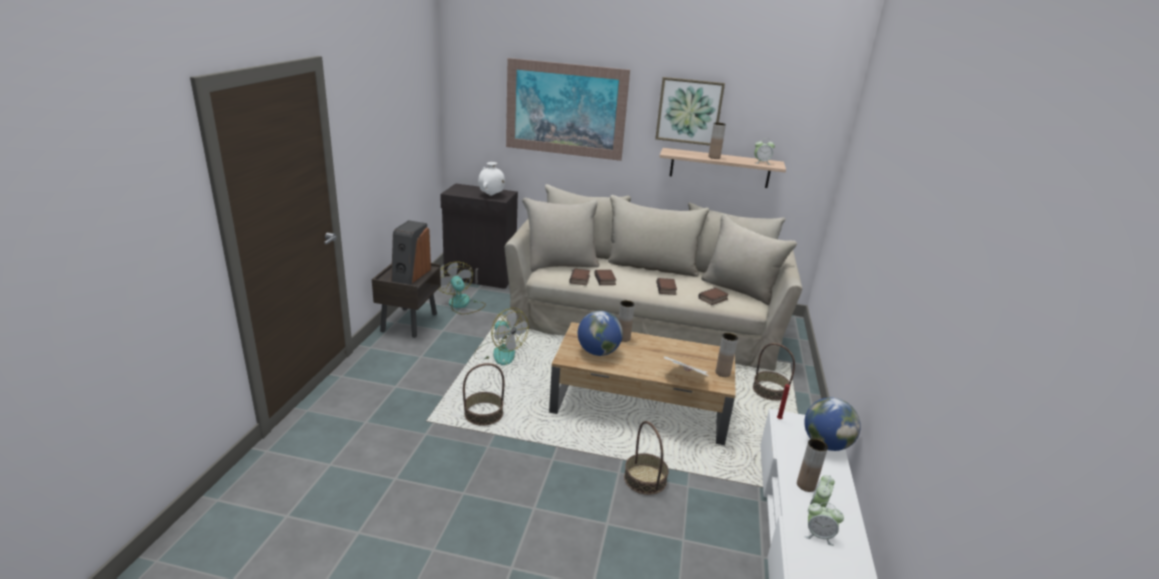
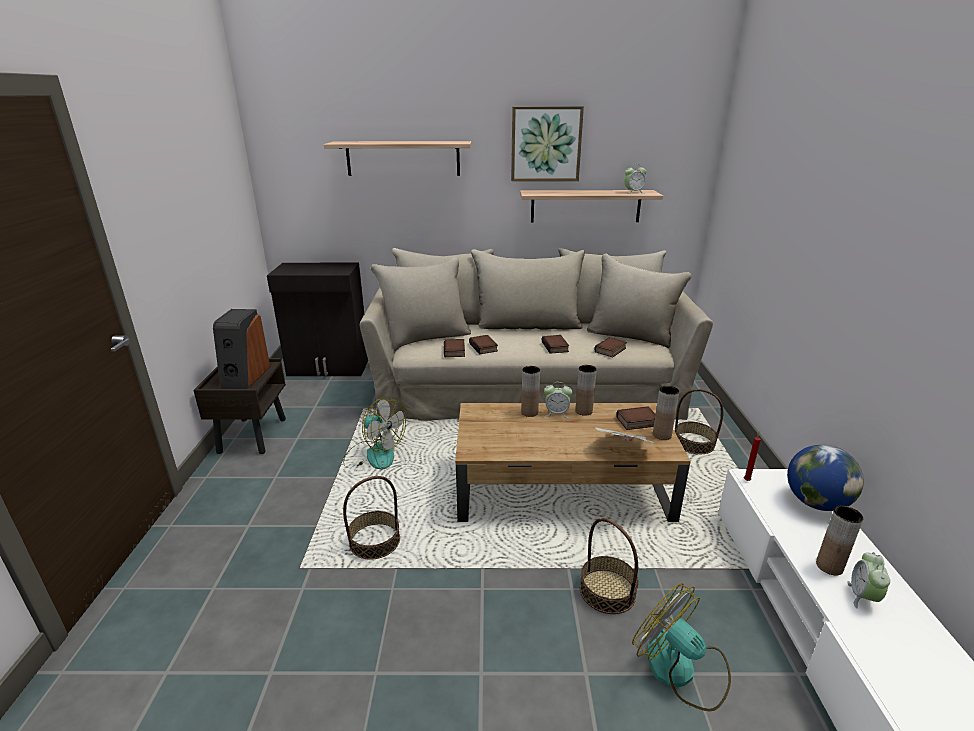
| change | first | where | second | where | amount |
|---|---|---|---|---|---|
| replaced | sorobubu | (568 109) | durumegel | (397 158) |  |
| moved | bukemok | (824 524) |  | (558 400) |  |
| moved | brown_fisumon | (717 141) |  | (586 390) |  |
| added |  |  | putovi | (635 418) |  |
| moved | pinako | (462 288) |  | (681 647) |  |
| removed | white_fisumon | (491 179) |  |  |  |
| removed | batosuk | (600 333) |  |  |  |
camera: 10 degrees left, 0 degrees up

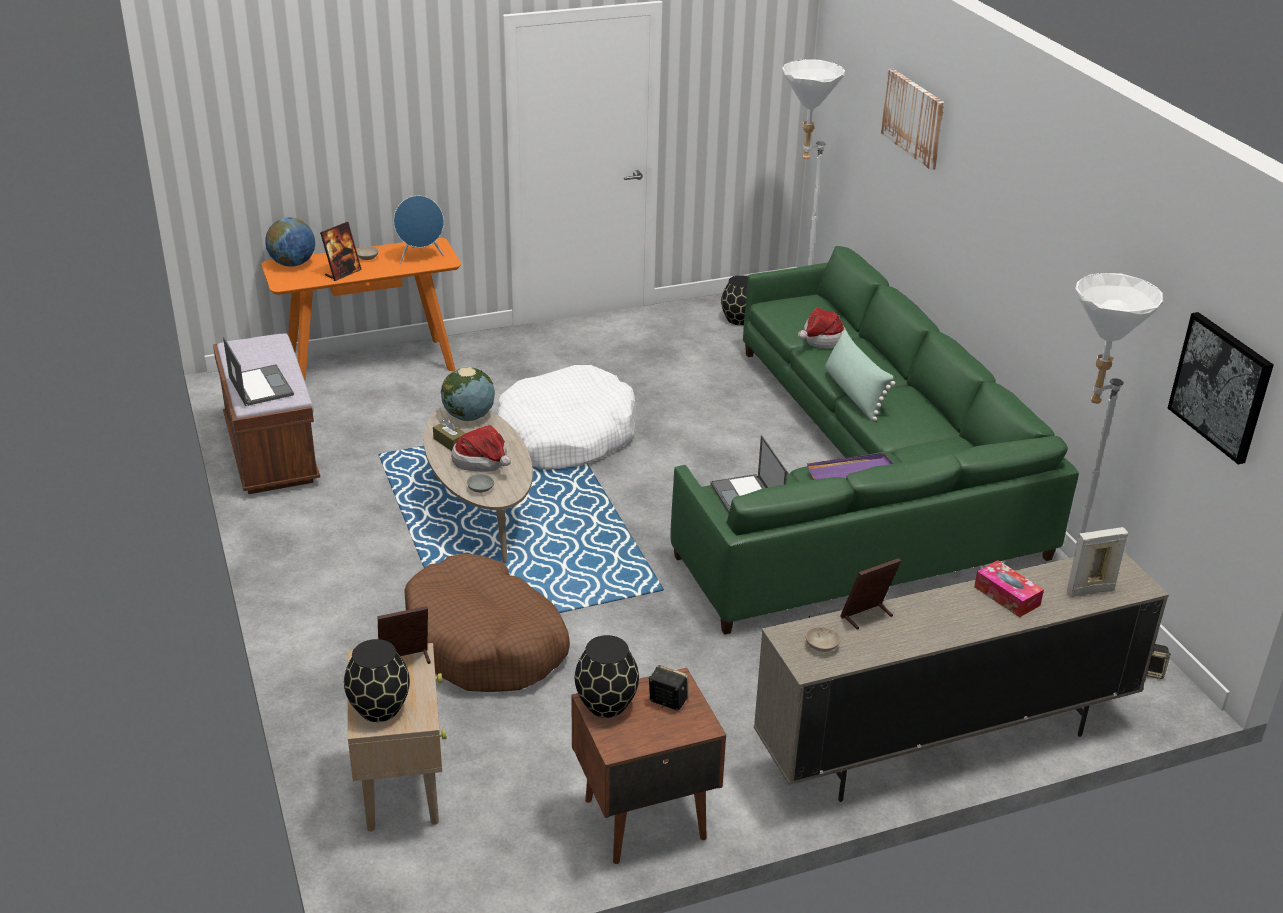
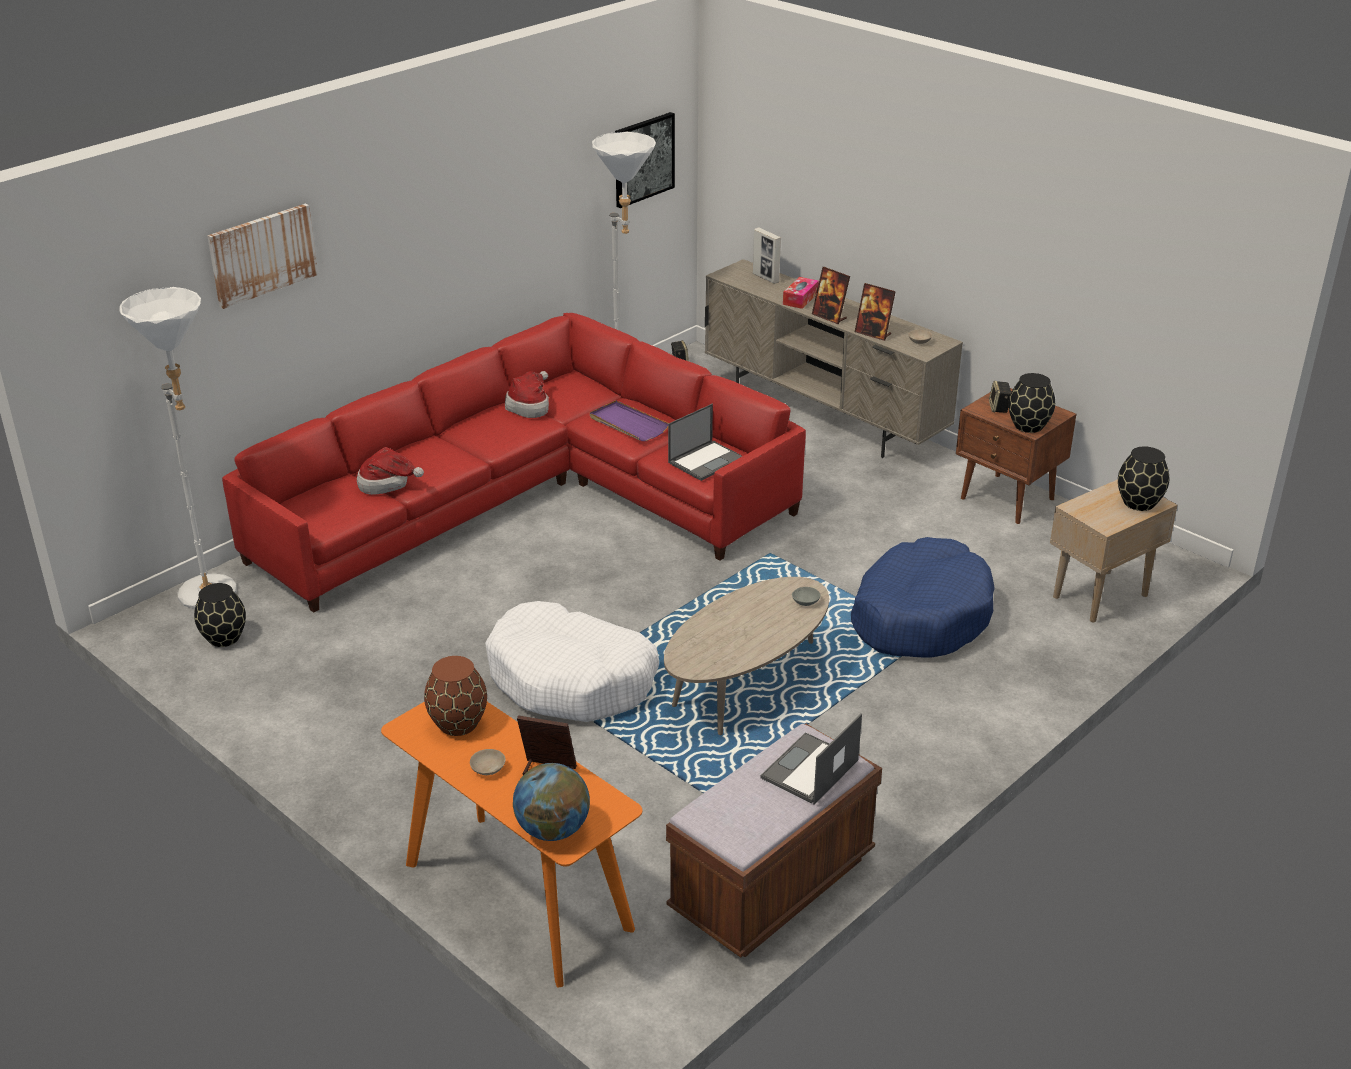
| change | first | where | second | where | amount |
|---|---|---|---|---|---|
| recoloured | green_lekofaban | (875 440) | red_lekofaban | (514 463) |  |
| replaced | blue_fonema | (419 230) | brown_fisumon | (455 696) |  |
| moved | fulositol | (481 448) |  | (527 394) |  |
| moved | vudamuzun | (404 635) |  | (831 295) |  |
| recoloured | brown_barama | (487 623) | blue_barama | (923 597) |  |
| removed | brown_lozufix | (449 435) |  |  |  |
| removed | batosuk | (468 394) |  |  |  |
| removed | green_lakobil | (860 375) |  |  |  |
camera: 115 degrees left, 0 degrees up

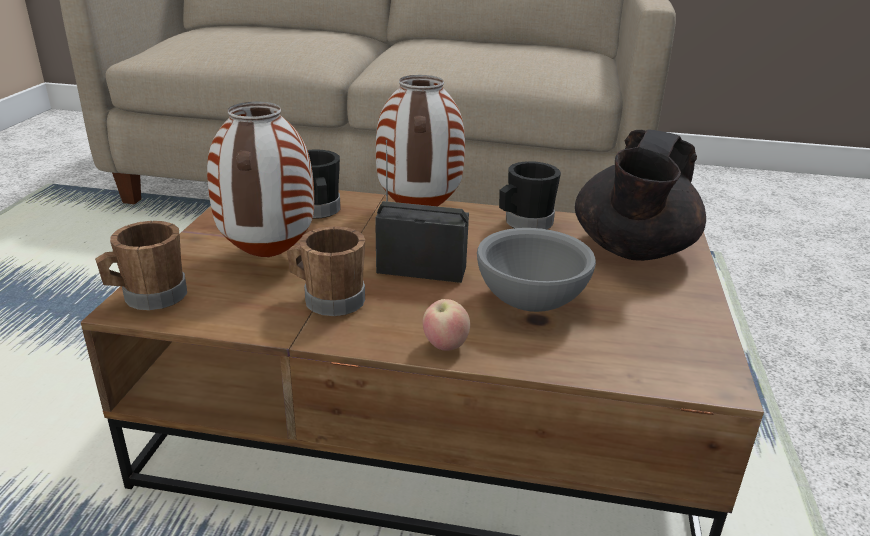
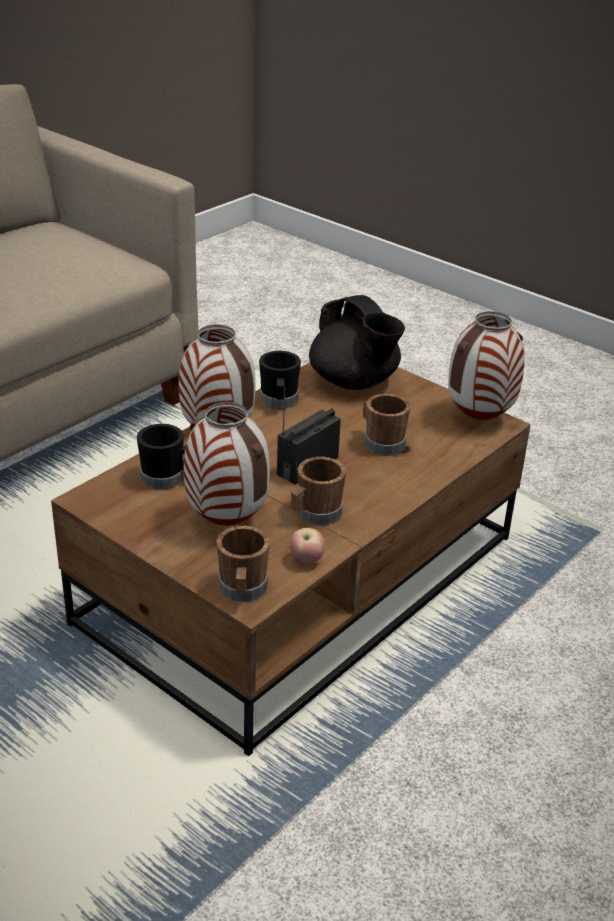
| change | first | where | second | where | amount |
|---|---|---|---|---|---|
| moved | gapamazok | (446 325) |  | (307 546) |  |
| replaced | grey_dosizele | (536 270) | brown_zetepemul | (387 425) |  |
| added |  |  | fisumon | (486 365) |  |
camera: 60 degrees left, 5 degrees up

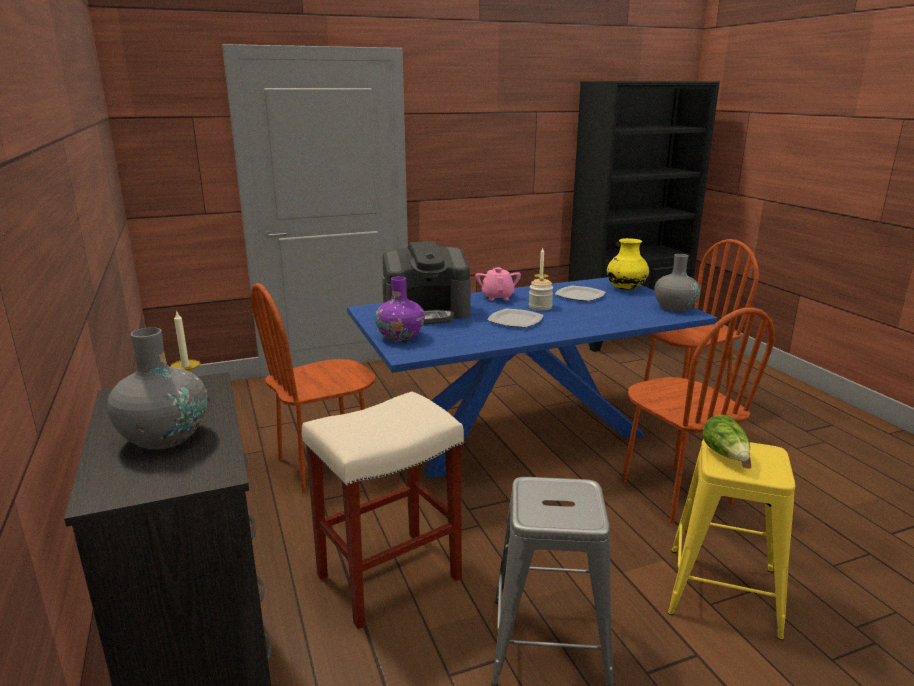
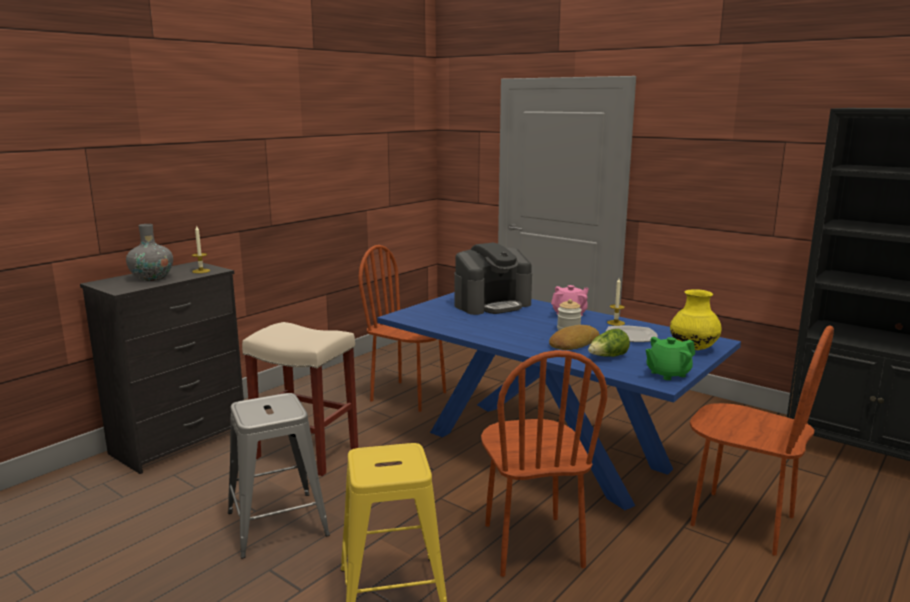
| change | first | where | second | where | amount |
|---|---|---|---|---|---|
| turned | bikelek | (426 282) |  | (493 279) | 75 degrees counterclockwise |
| turned | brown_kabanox | (698 415) |  | (544 463) | 45 degrees counterclockwise |
| added |  |  | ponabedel | (574 337) |  |
| moved | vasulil | (726 438) |  | (609 343) |  |
| replaced | grey_fisumon | (677 283) | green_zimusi | (670 358) |  |
| removed | purple_fisumon | (400 309) |  |  |  |
| removed | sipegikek | (515 318) |  |  |  |
camera: 60 degrees right, 5 degrees down

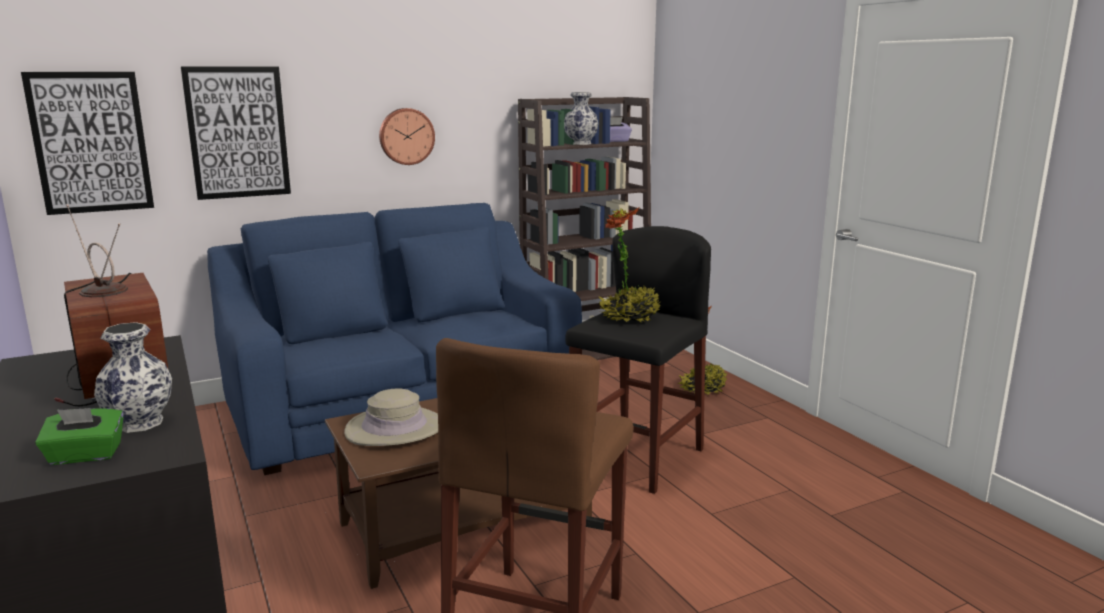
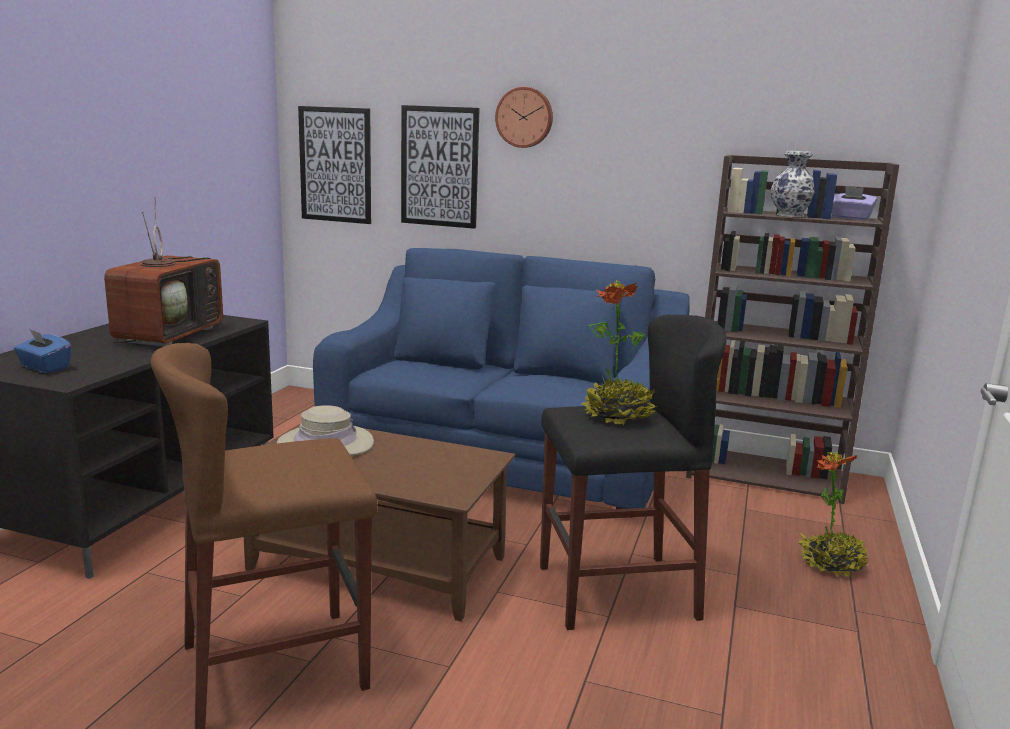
| change | first | where | second | where | amount |
|---|---|---|---|---|---|
| recoloured | green_lozufix | (79 436) | blue_lozufix | (42 351) |  |
| moved | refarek | (407 136) |  | (524 117) |  |
| removed | fisumon | (133 377) |  |  |  |
camera: 45 degrees right, 0 degrees up

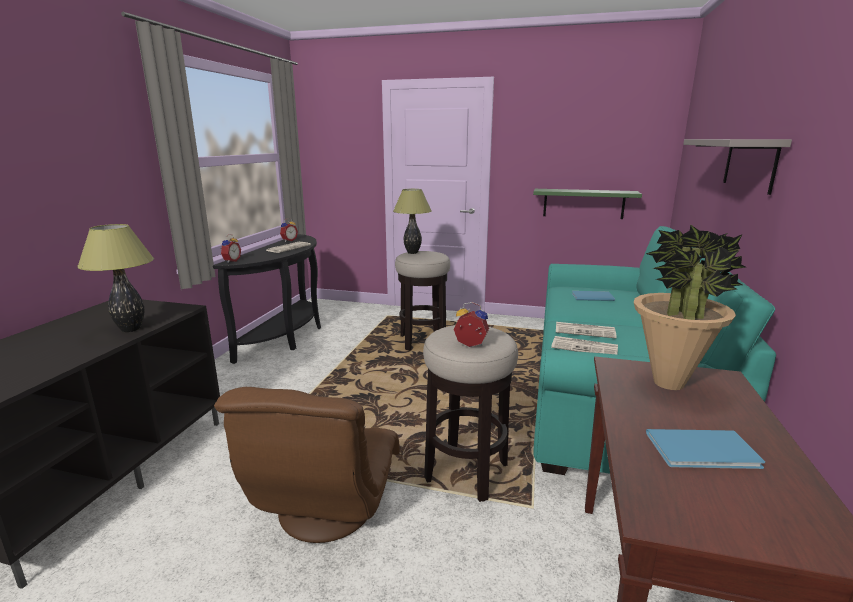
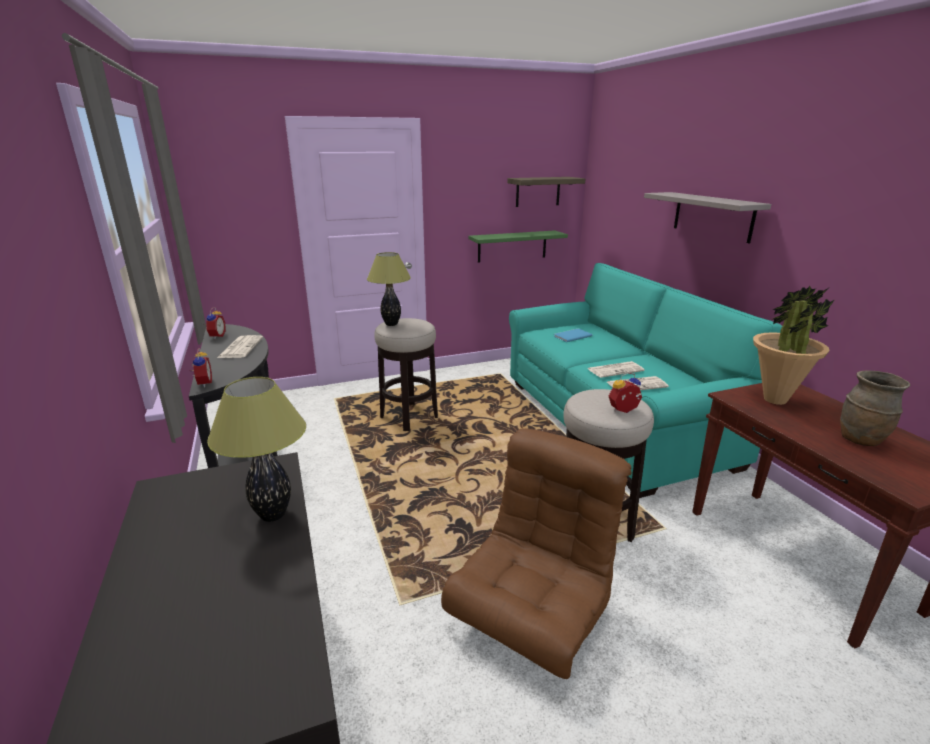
| change | first | where | second | where | amount |
|---|---|---|---|---|---|
| turned | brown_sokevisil | (307 465) |  | (536 553) | 120 degrees counterclockwise |
| added |  |  | durumegel | (546 192) |  |
| replaced | blue_putovi | (705 449) | brown_fisumon | (875 408) |  |
camera: 35 degrees left, 5 degrees up

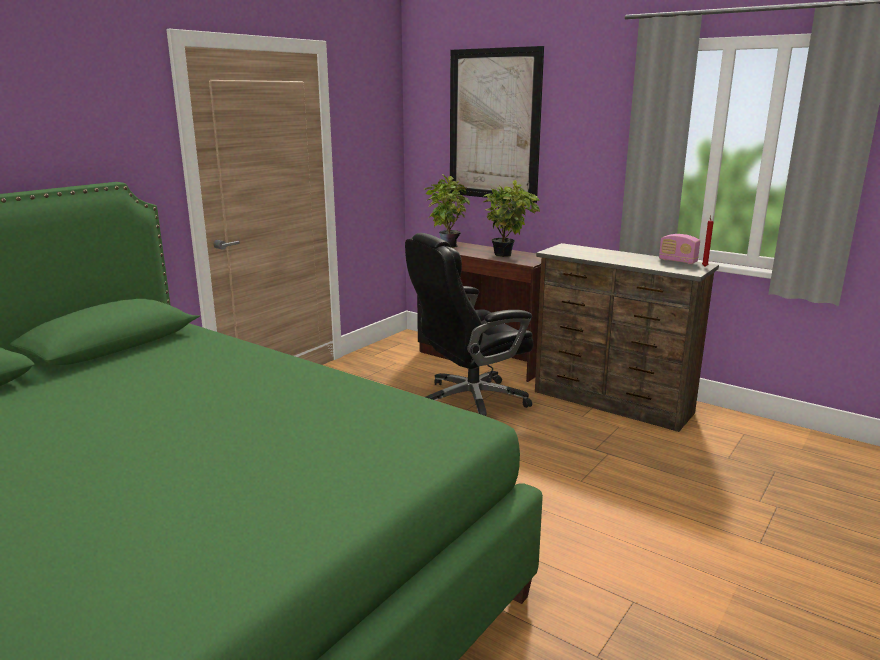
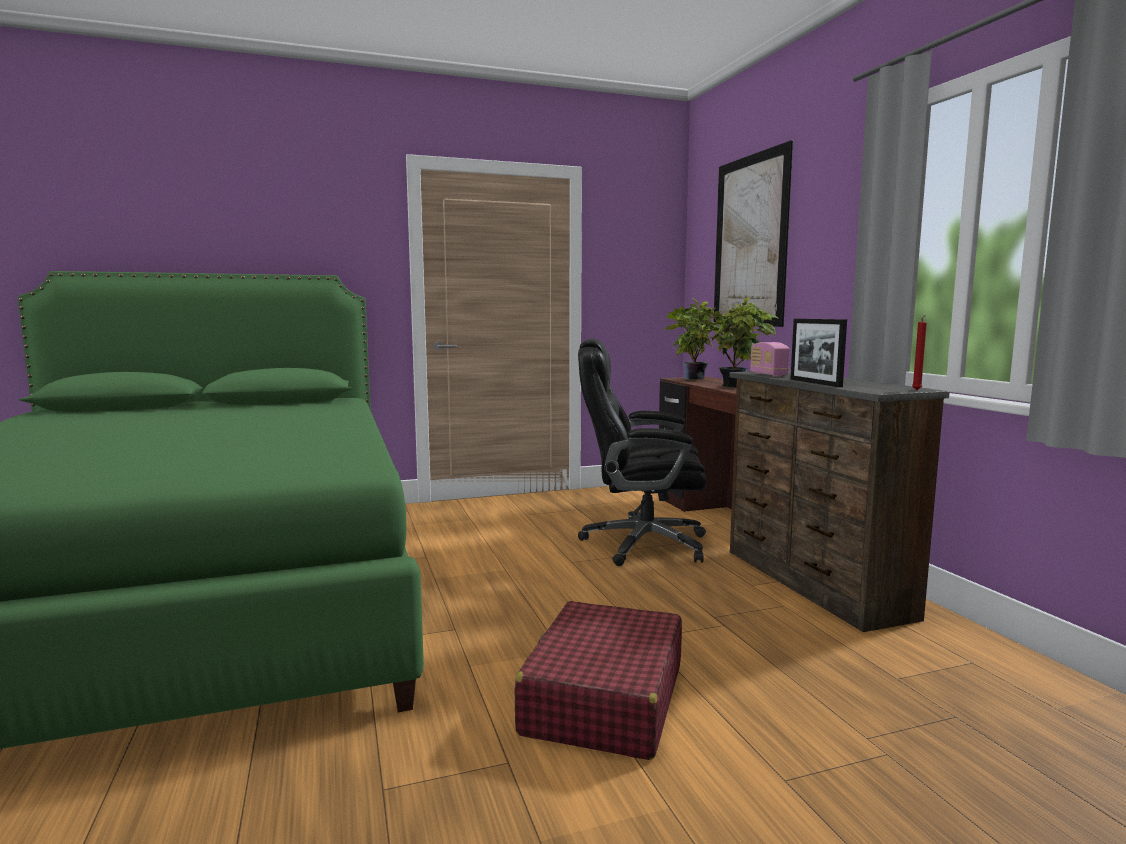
| change | first | where | second | where | amount |
|---|---|---|---|---|---|
| added |  |  | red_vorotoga | (598 680) |  |
| moved | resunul | (679 249) |  | (770 359) |  |
| added |  |  | vudamuzun | (819 353) |  |
camera: 35 degrees right, 10 degrees down

